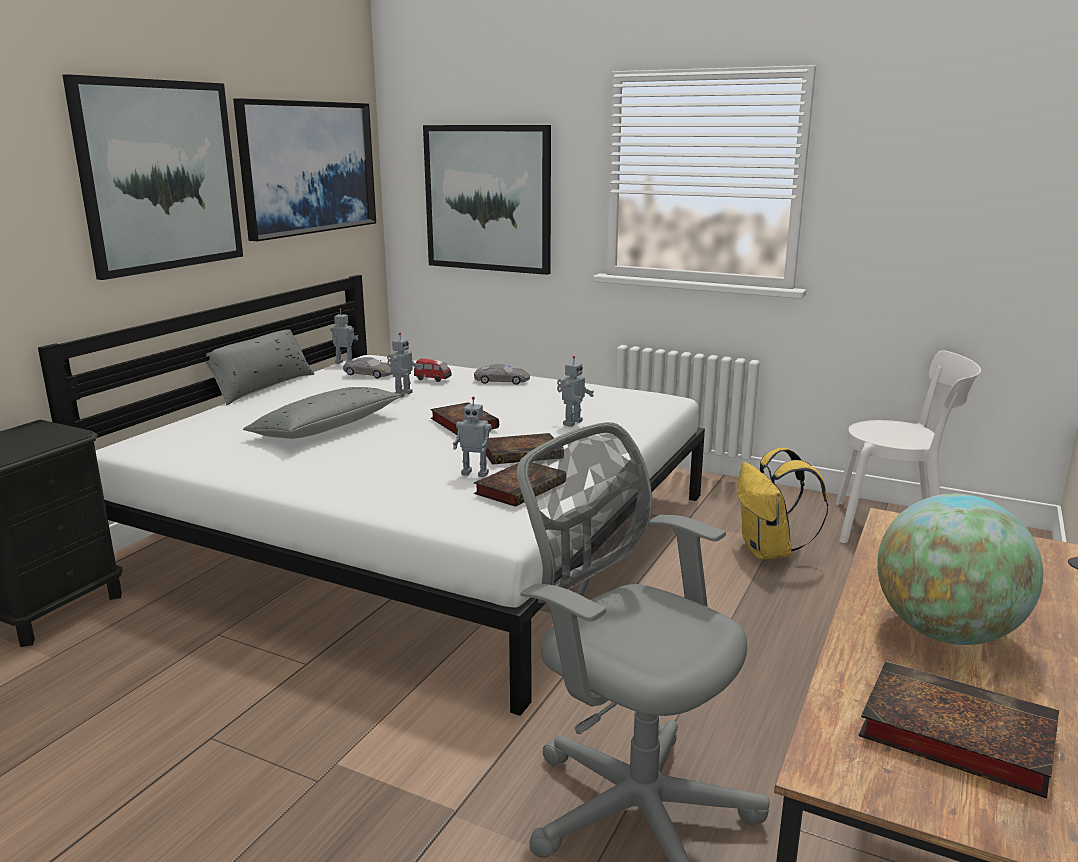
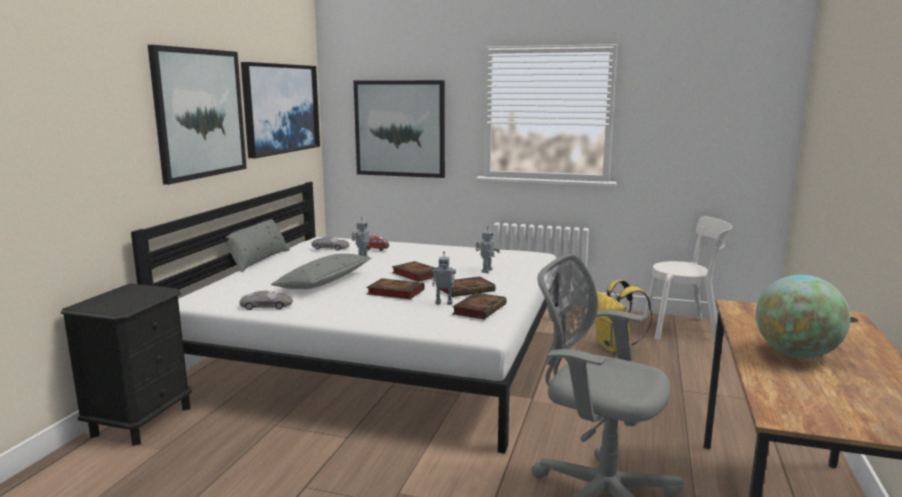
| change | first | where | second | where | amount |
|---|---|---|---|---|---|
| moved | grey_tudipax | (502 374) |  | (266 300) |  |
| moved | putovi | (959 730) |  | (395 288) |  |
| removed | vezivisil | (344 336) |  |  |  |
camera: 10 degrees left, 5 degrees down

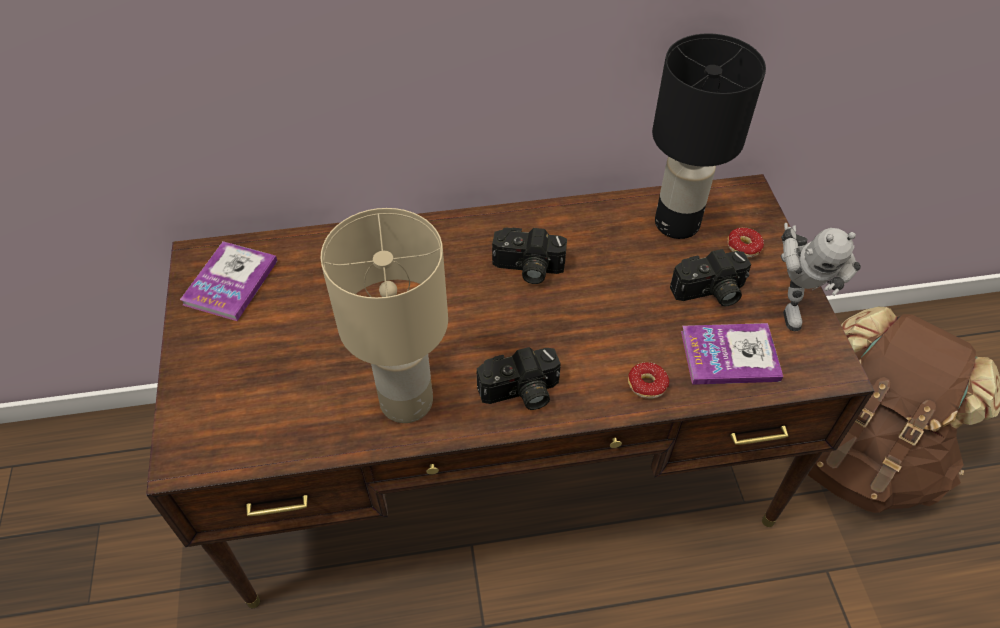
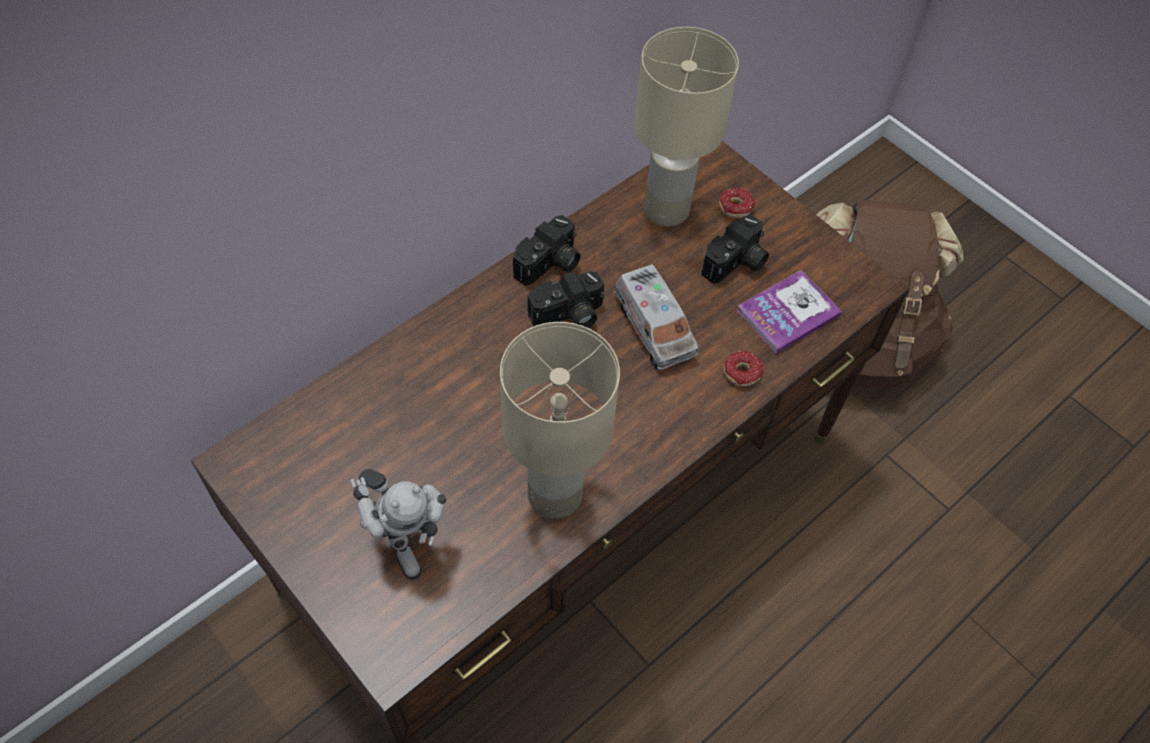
| change | first | where | second | where | amount |
|---|---|---|---|---|---|
| moved | vezivisil | (821 277) |  | (398 524) |  |
| moved | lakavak | (519 378) |  | (547 250) |  |
| added |  |  | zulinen | (656 318) |  |
| recoloured | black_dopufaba | (709 136) | beige_dopufaba | (686 126) |  |
| removed | putovi | (228 281) |  |  |  |
camera: 35 degrees left, 5 degrees up

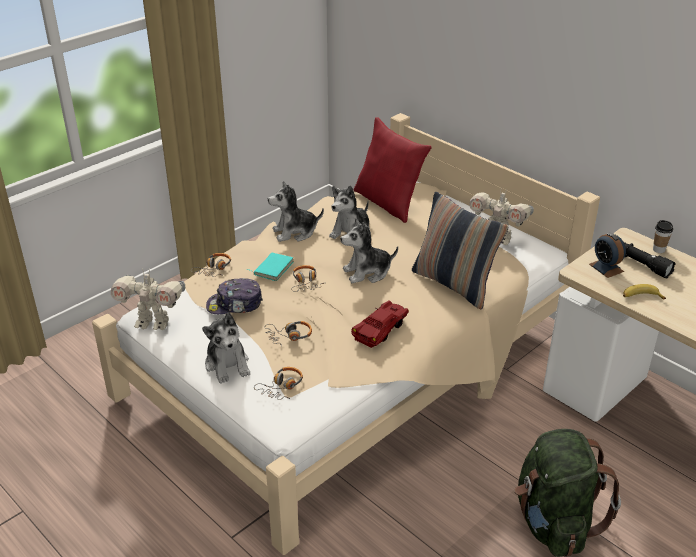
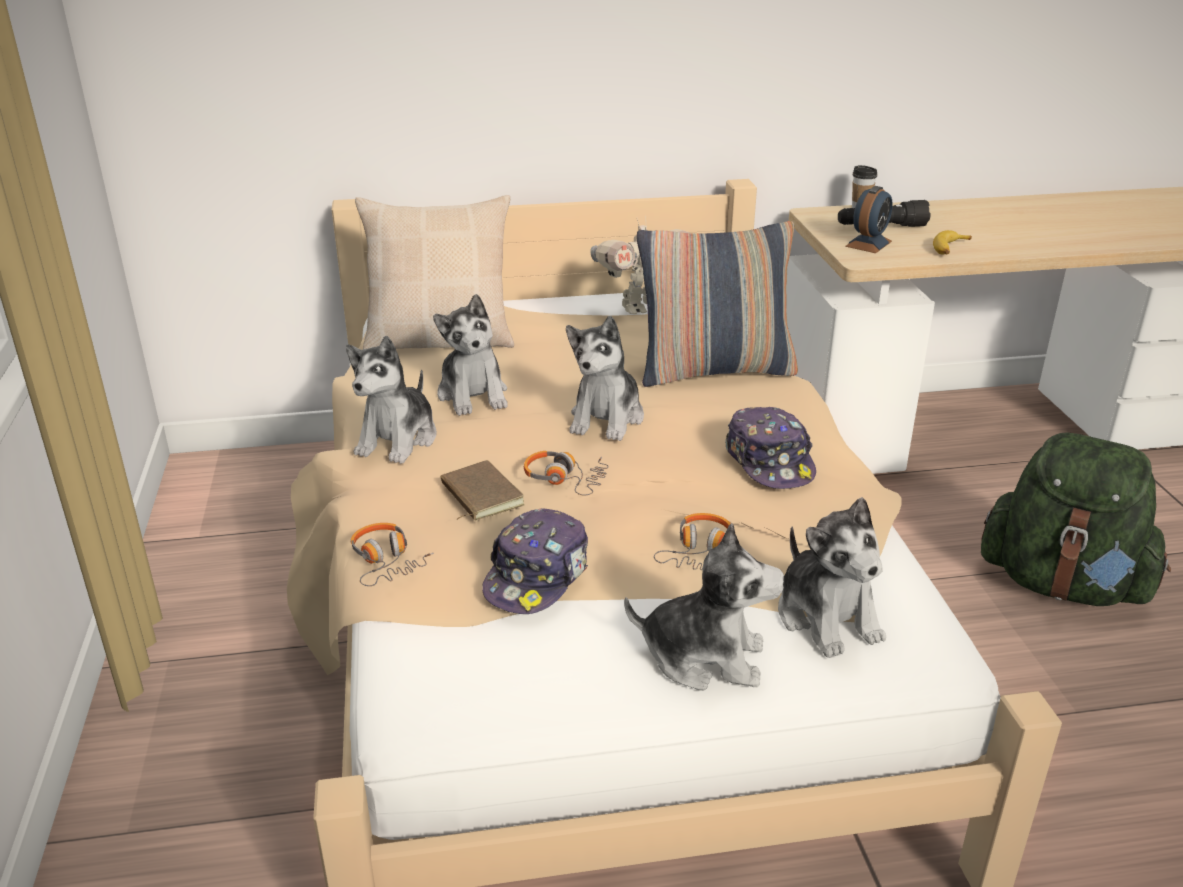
| change | first | where | second | where | amount |
|---|---|---|---|---|---|
| recoloured | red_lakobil | (392 170) | beige_lakobil | (434 272) |  |
| recoloured | turquoise_putovi | (270 267) | brown_putovi | (482 490) |  |
| replaced | red_tudipax | (380 324) | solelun | (770 448) |  |
| replaced | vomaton | (278 383) | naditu | (832 577) |  |
| turned | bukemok | (607 255) |  | (869 219) | 60 degrees counterclockwise |
| removed | vezivisil | (148 299) |  |  |  |
camera: 55 degrees left, 5 degrees down

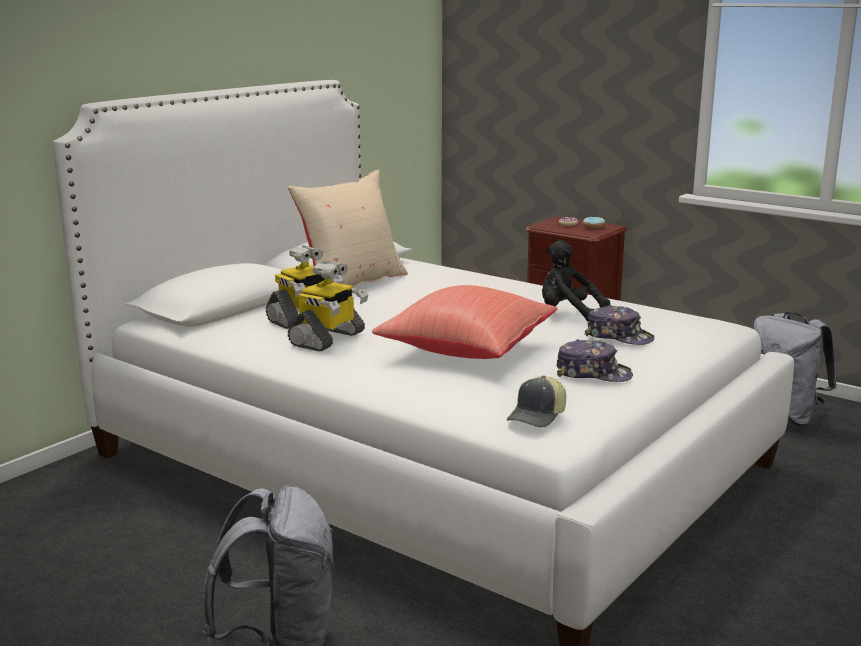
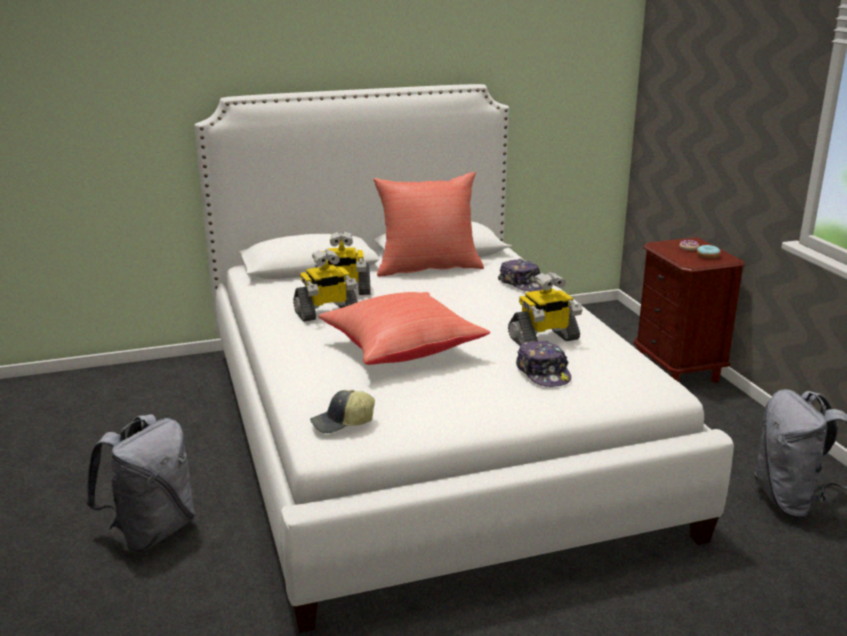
| change | first | where | second | where | amount |
|---|---|---|---|---|---|
| recoloured | beige_lakobil | (348 228) | red_lakobil | (428 224) |  |
| moved | solelun | (594 360) |  | (520 275) |  |
| replaced | black_naditu | (576 280) | vezivisil | (545 309) |  |
camera: 35 degrees right, 5 degrees up

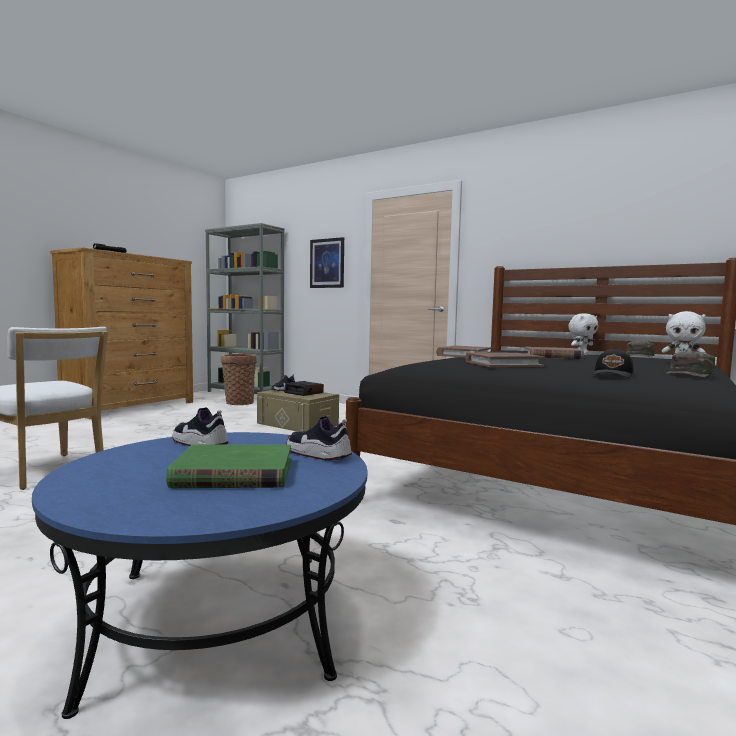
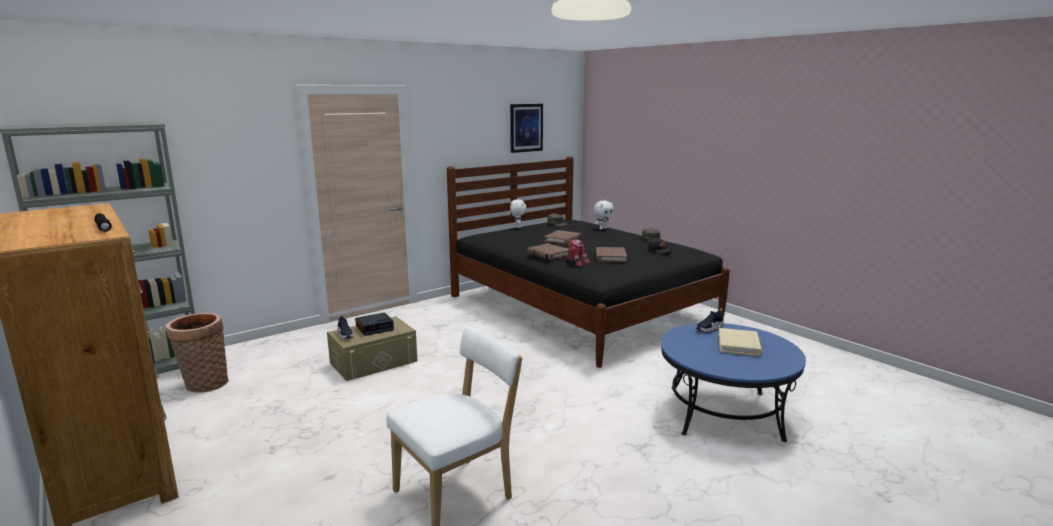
| change | first | where | second | where | amount |
|---|---|---|---|---|---|
| moved | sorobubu | (327 262) |  | (526 128) |  |
| added |  |  | vezivisil | (578 253) |  |
| recoloured | green_putovi | (228 466) | beige_putovi | (740 342) |  |
| removed | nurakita | (200 427) |  |  |  |
camera: 70 degrees left, 10 degrees up

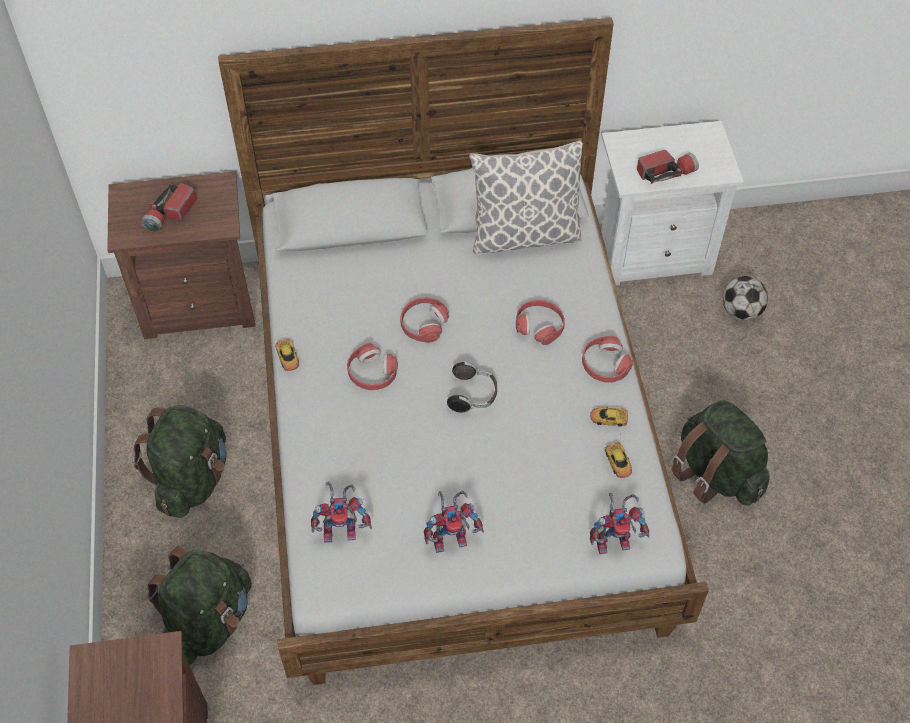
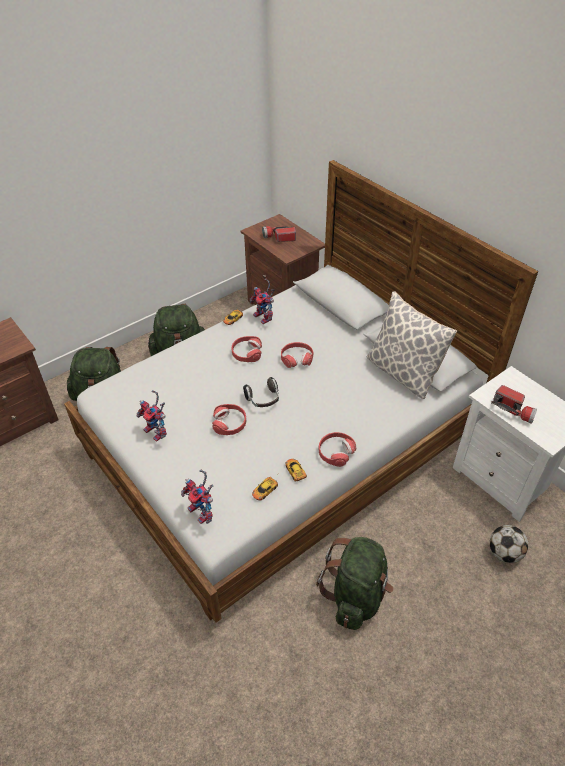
| change | first | where | second | where | amount |
|---|---|---|---|---|---|
| moved | red_vomaton | (540 322) |  | (229 419) |  |
| moved | vezivisil | (341 512) |  | (262 301) |  |
camera: 60 degrees right, 10 degrees down

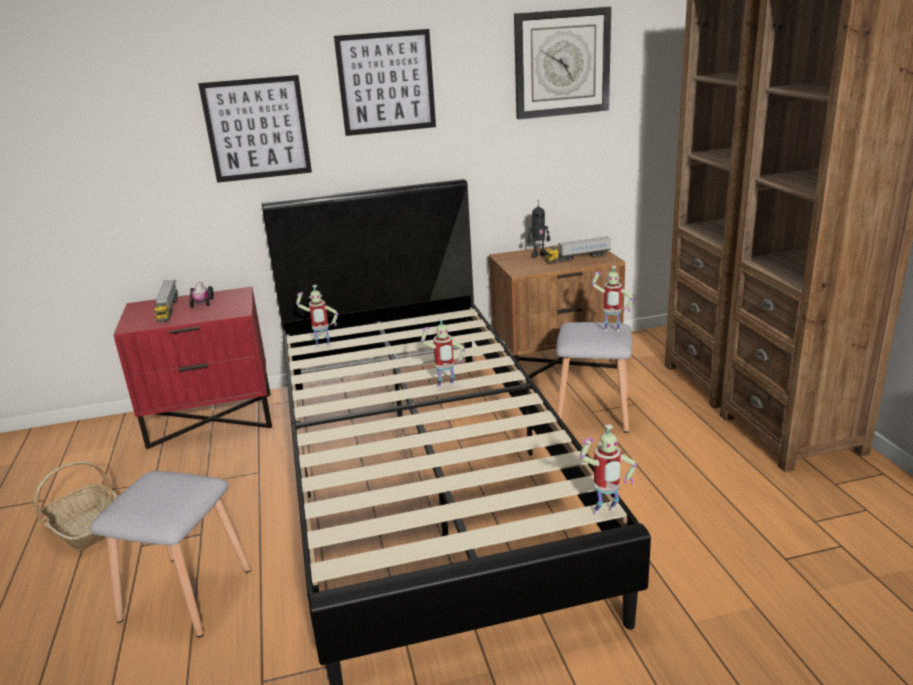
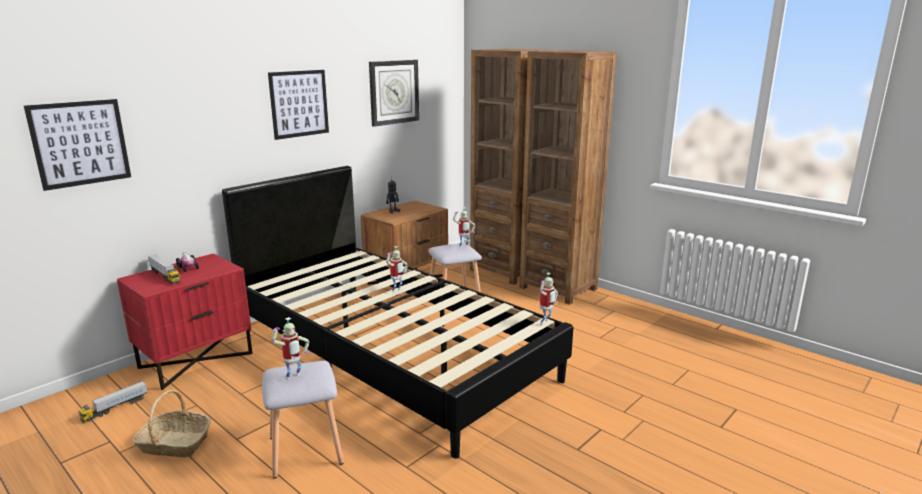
| change | first | where | second | where | amount |
|---|---|---|---|---|---|
| moved | sorobubu | (255 129) |  | (77 145) |  |
| moved | zulinen | (578 250) |  | (113 402) |  |
| moved | vezivisil | (317 316) |  | (290 348) |  |
camera: 35 degrees left, 5 degrees down

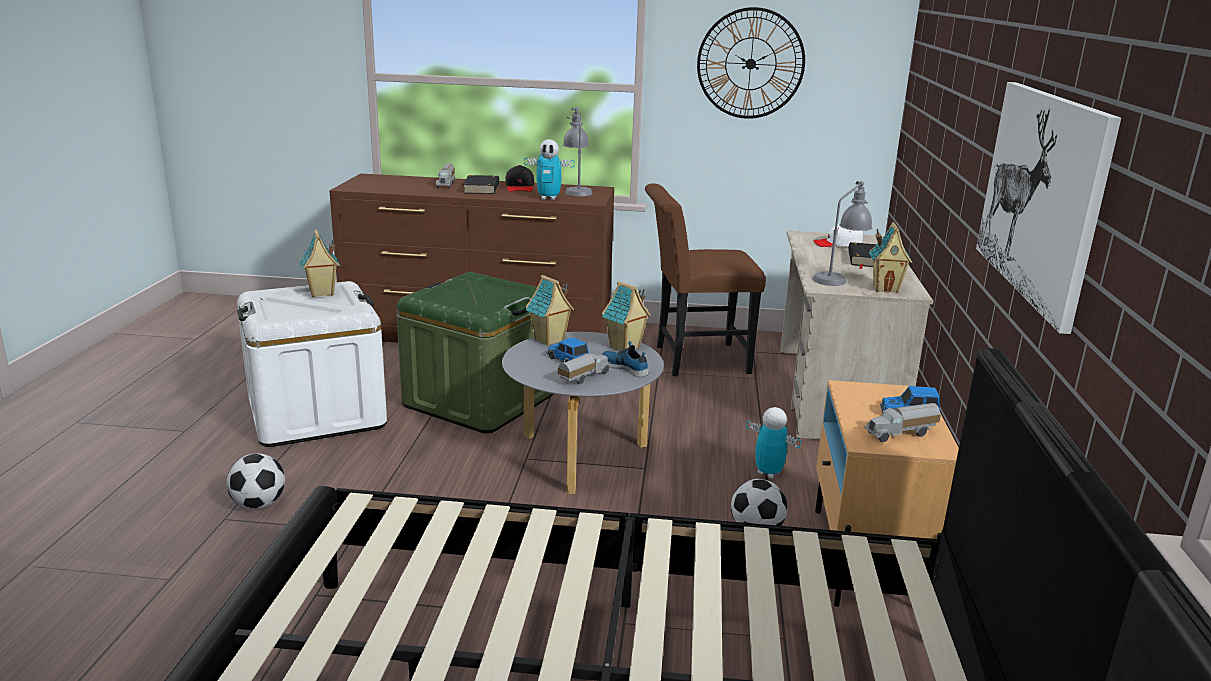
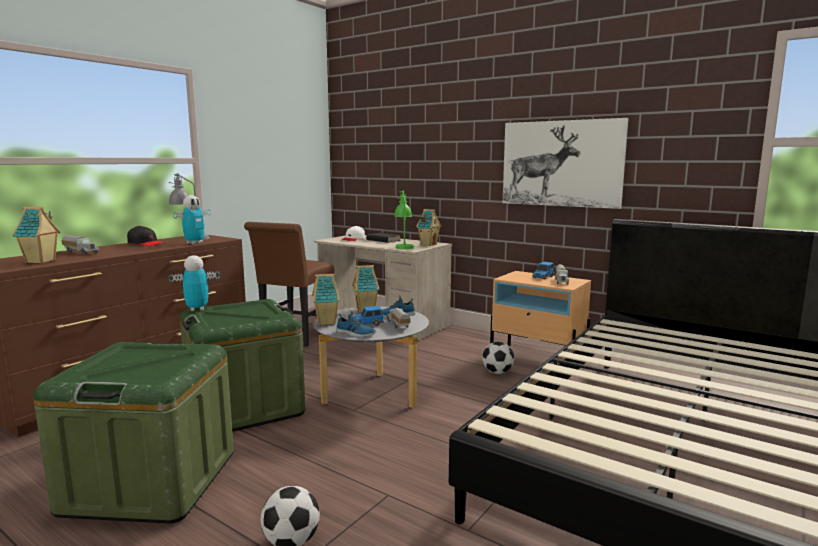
| change | first | where | second | where | amount |
|---|---|---|---|---|---|
| moved | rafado | (319 263) |  | (36 235) |  |
| recoloured | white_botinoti | (312 364) | green_botinoti | (133 433) |  |
| moved | vezivisil | (774 443) |  | (194 283) |  |
| added |  |  | nurakita | (356 324) |  |
| recoloured | grey_dopufaba | (842 233) | green_dopufaba | (404 219) |  |
| removed | black_putovi | (481 184) |  |  |  |
| removed | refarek | (751 63) |  |  |  |
camera: 60 degrees left, 10 degrees down

